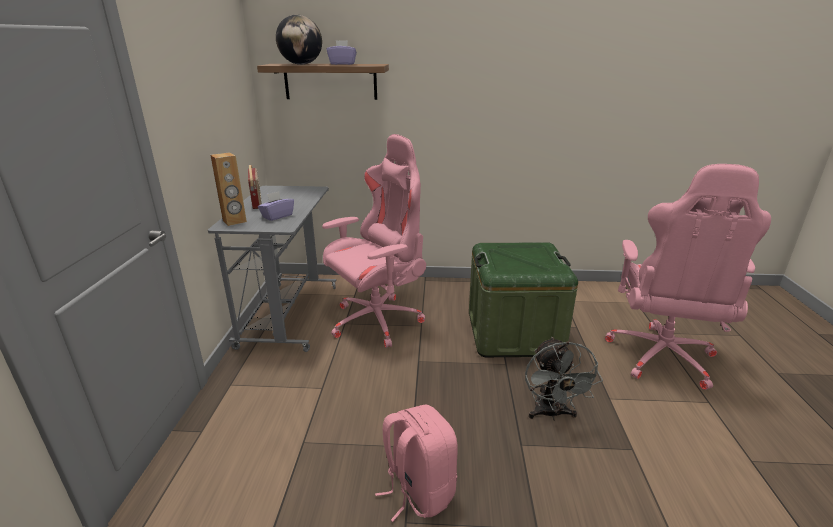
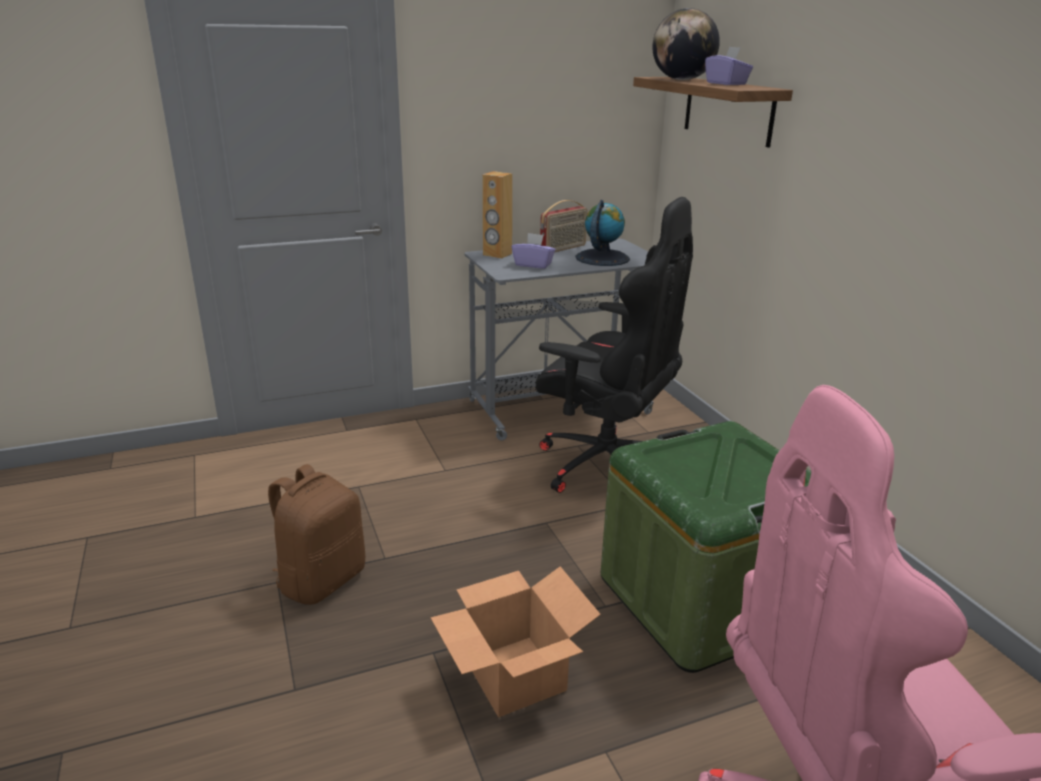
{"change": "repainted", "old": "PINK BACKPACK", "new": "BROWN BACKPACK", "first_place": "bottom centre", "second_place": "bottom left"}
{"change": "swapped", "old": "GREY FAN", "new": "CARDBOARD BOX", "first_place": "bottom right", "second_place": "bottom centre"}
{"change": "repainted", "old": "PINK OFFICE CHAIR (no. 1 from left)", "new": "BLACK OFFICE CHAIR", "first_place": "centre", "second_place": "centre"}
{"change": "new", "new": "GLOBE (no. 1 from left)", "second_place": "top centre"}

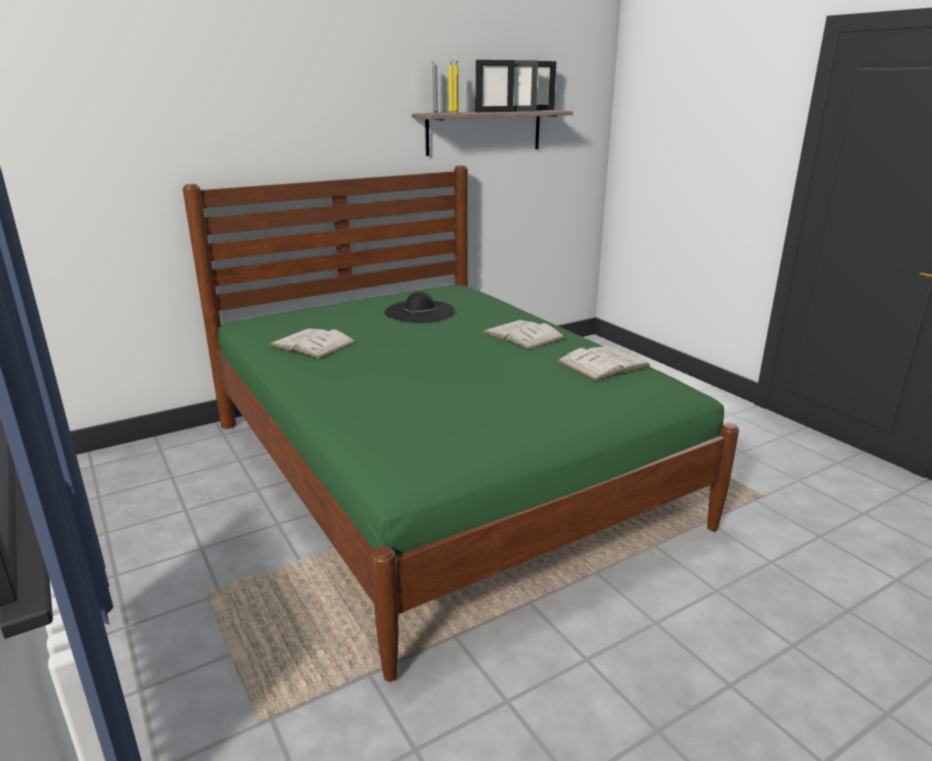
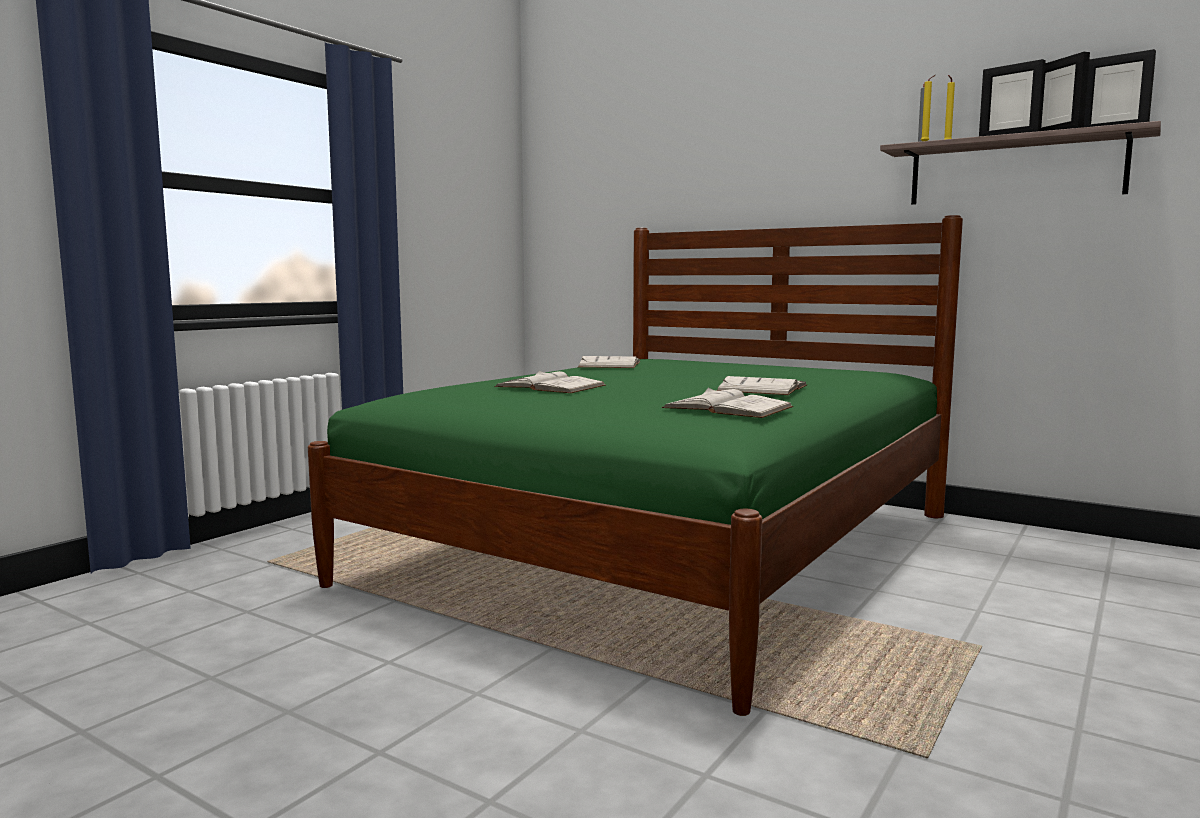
{"change": "new", "new": "WHITE BOOK (no. 1 from left)", "second_place": "centre"}
{"change": "gone", "old": "BLACK HAT", "first_place": "centre"}

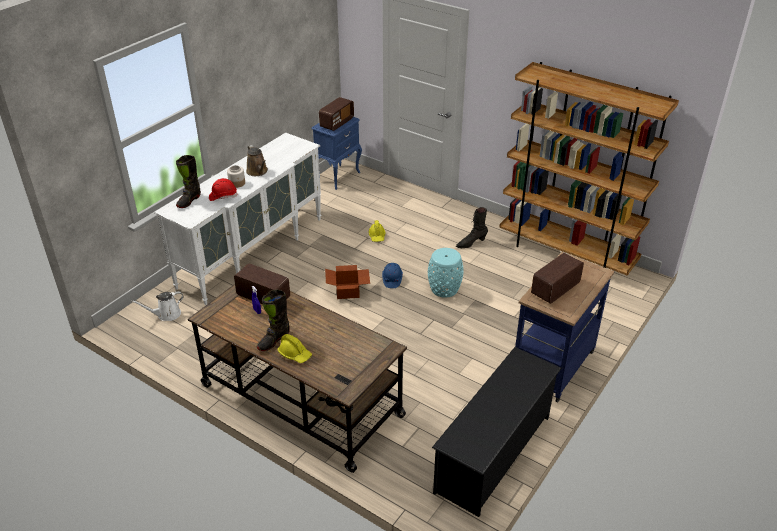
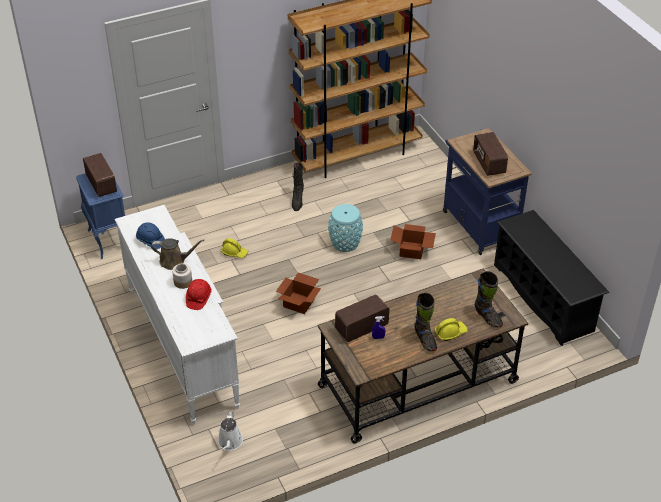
{"change": "shifted", "old": "BLUE HARD HAT", "first_place": "centre", "second_place": "middle left"}
{"change": "new", "new": "CARDBOARD BOX (no. 2 from left)", "second_place": "centre"}
{"change": "shifted", "old": "BLACK BOOT (no. 1 from left in the first image)", "new": "BLACK BOOT (no. 3 from left)", "first_place": "middle left", "second_place": "middle right"}

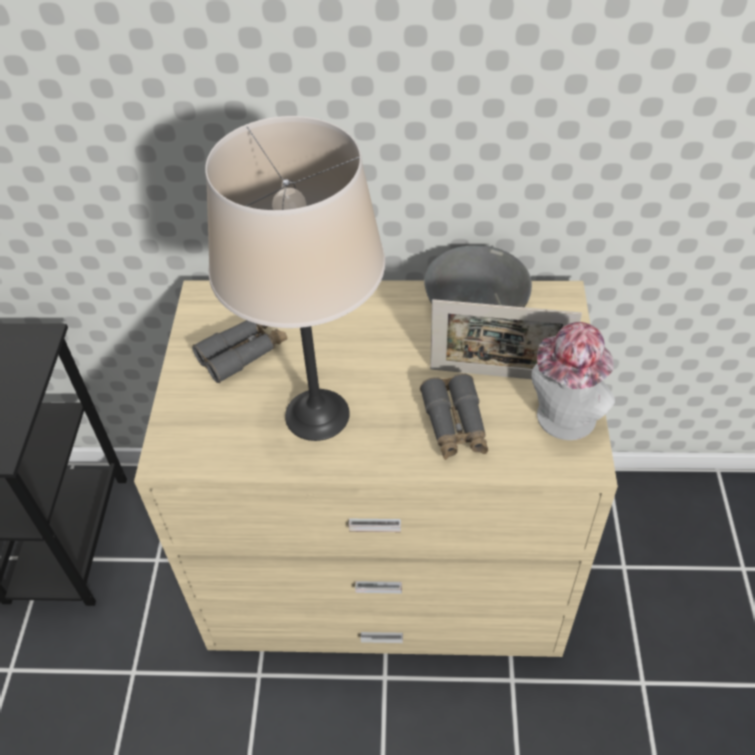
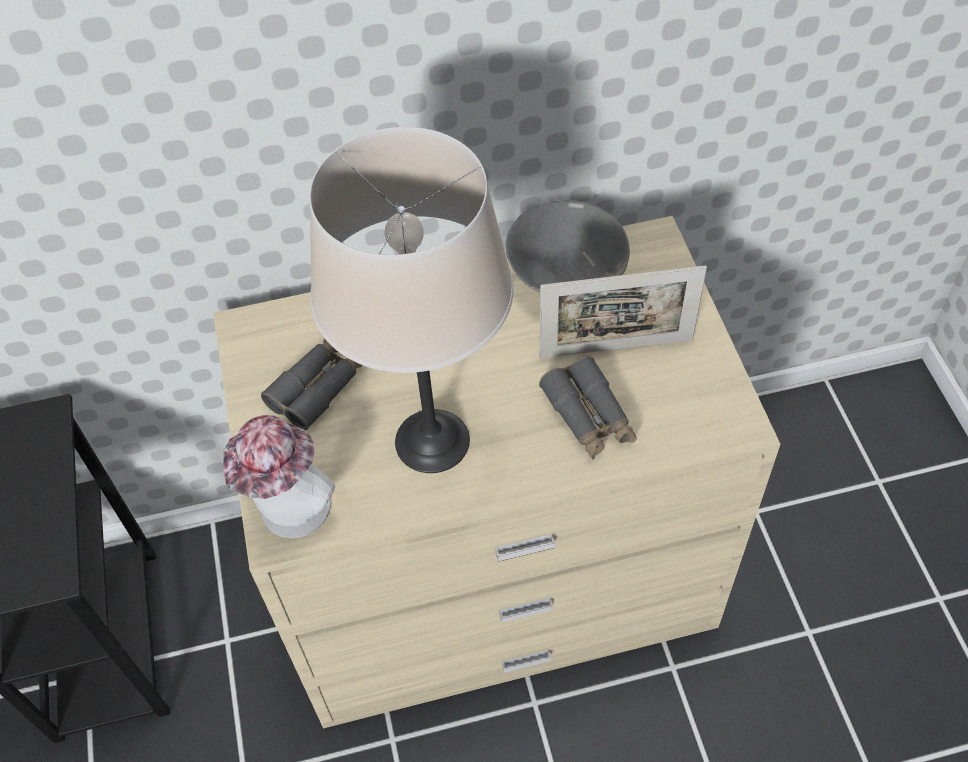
{"change": "shifted", "old": "HAT", "first_place": "middle right", "second_place": "middle left"}

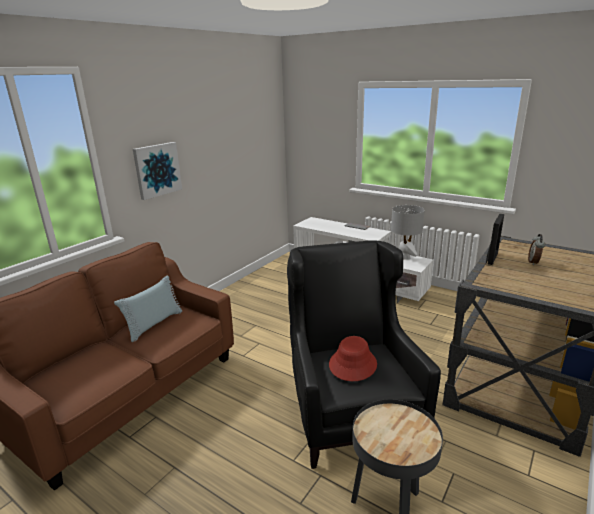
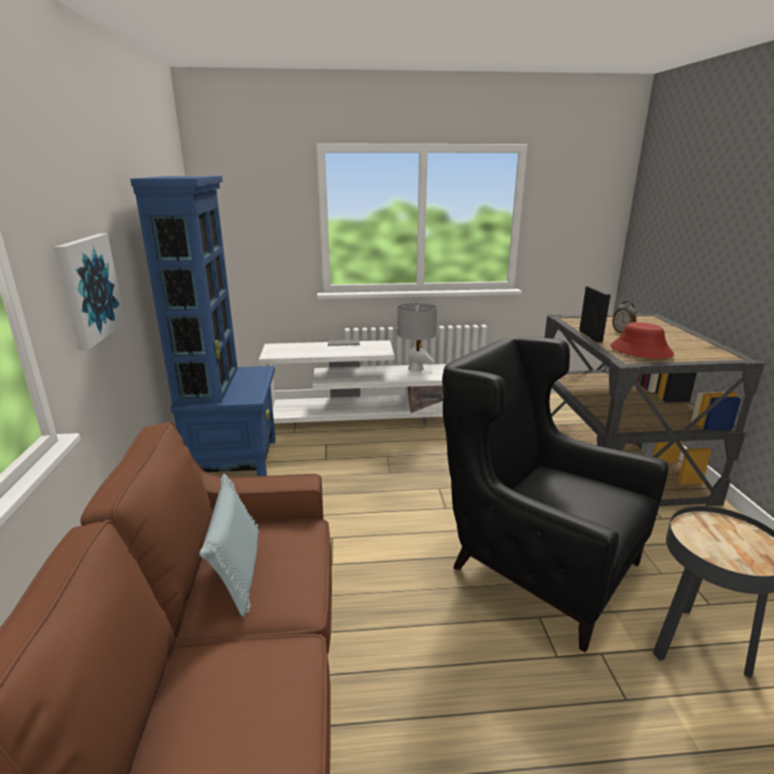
{"change": "new", "new": "BLUE CABINET", "second_place": "middle left"}
{"change": "shifted", "old": "RED HAT", "first_place": "bottom centre", "second_place": "middle right"}

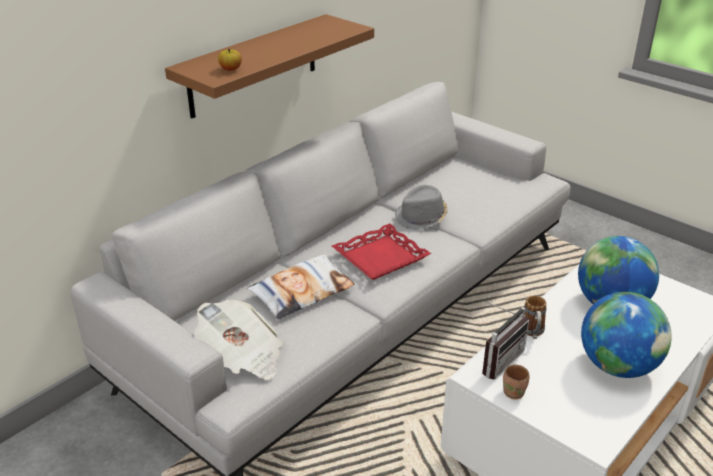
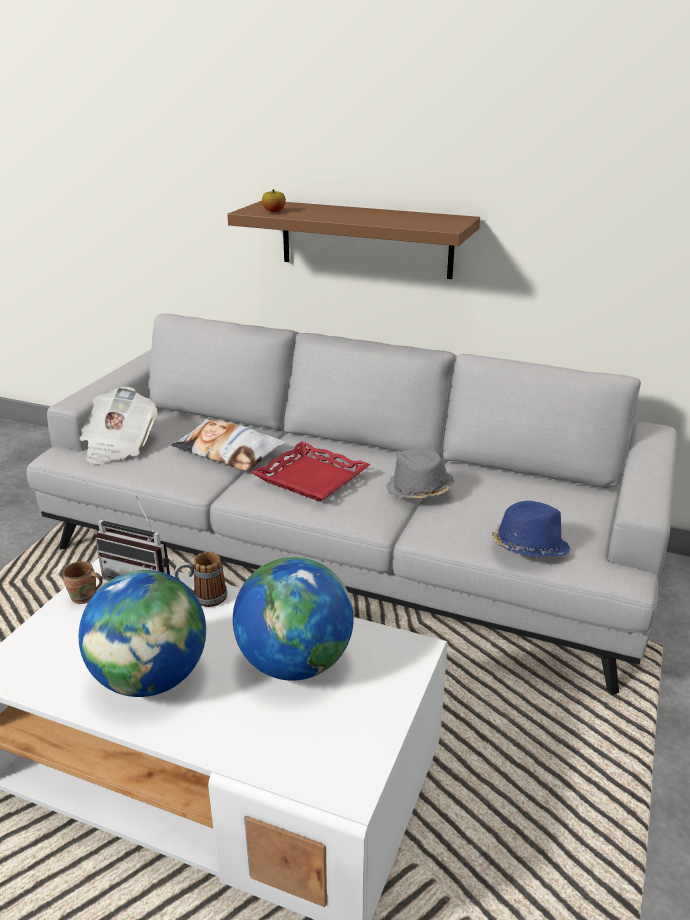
{"change": "new", "new": "BLUE HAT", "second_place": "middle right"}

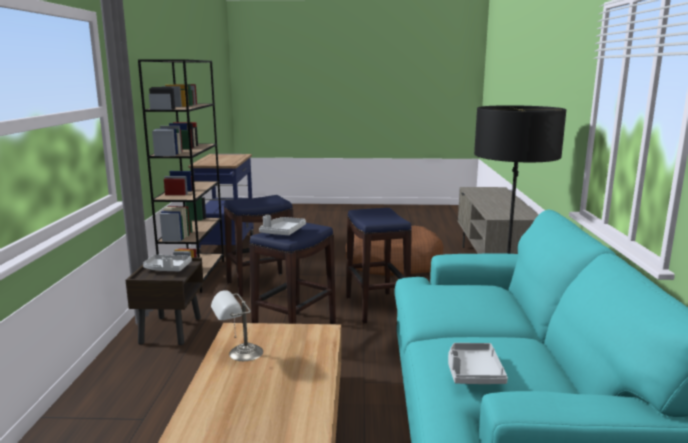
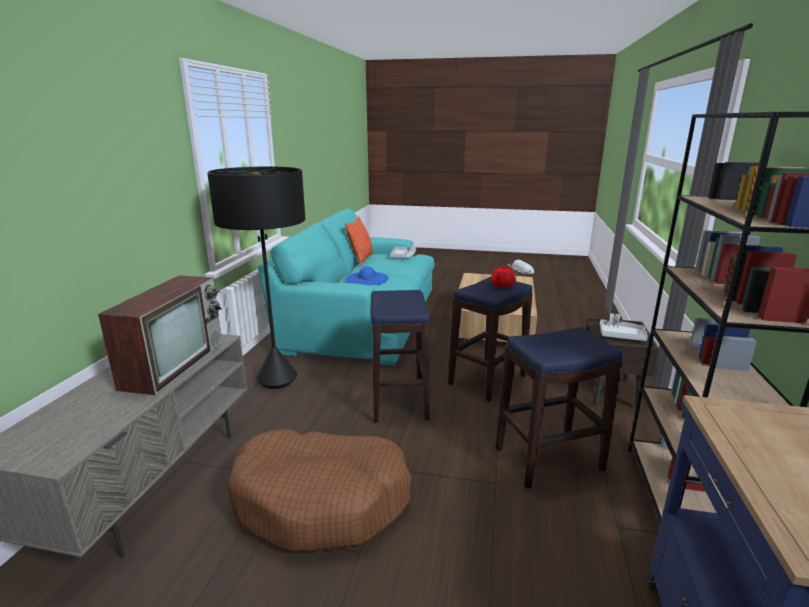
{"change": "new", "new": "TELEVISION", "second_place": "middle left"}
{"change": "new", "new": "ORANGE PILLOW", "second_place": "centre"}
{"change": "new", "new": "BLUE HAT", "second_place": "centre"}
{"change": "swapped", "old": "GREY TRAY (no. 2 from left)", "new": "RED TEAPOT", "first_place": "centre", "second_place": "centre"}

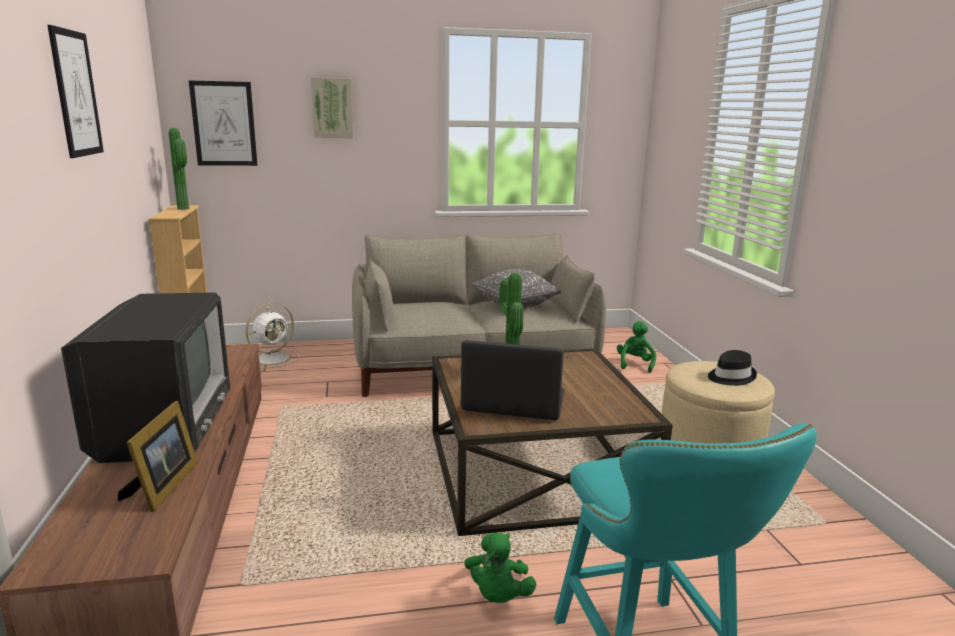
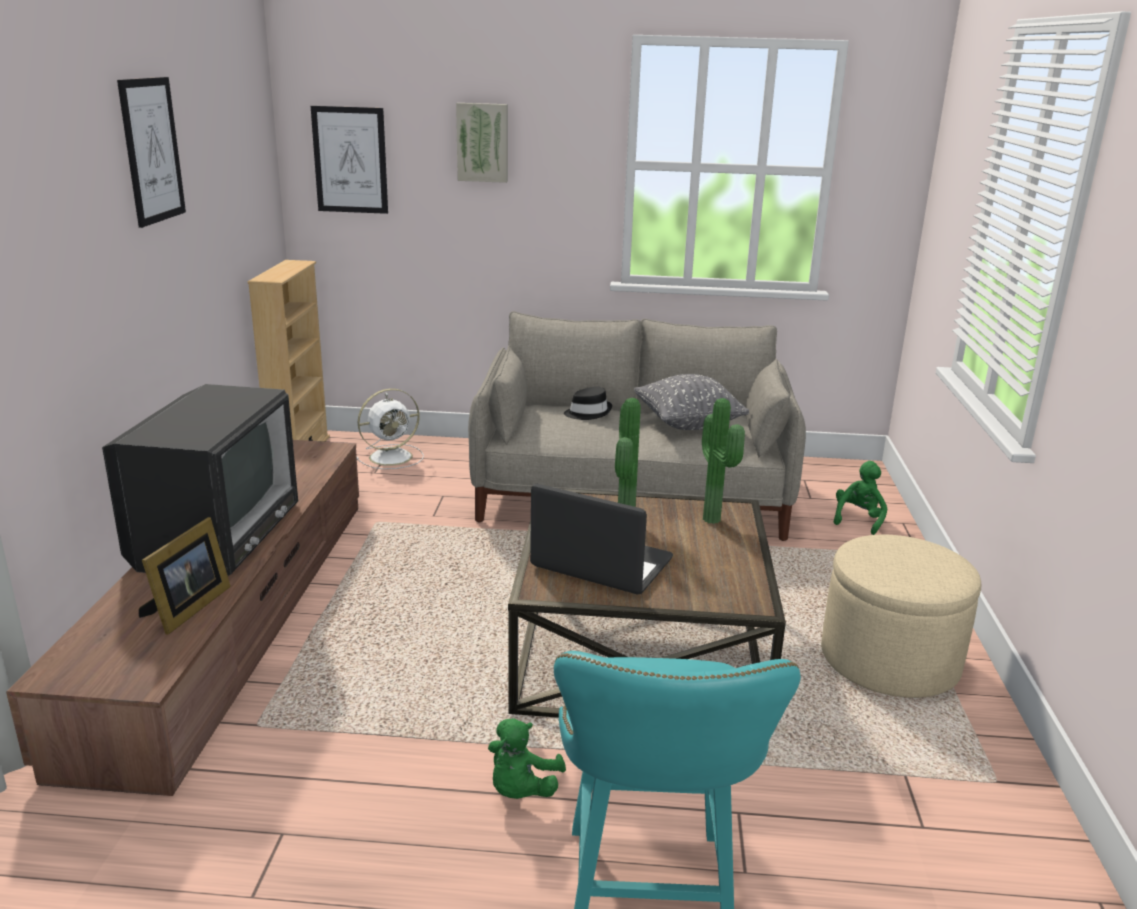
{"change": "shifted", "old": "BLACK HAT", "first_place": "middle right", "second_place": "centre"}
{"change": "shifted", "old": "POTTED PLANT (no. 1 from left in the first image)", "new": "POTTED PLANT (no. 2 from left)", "first_place": "top left", "second_place": "centre"}

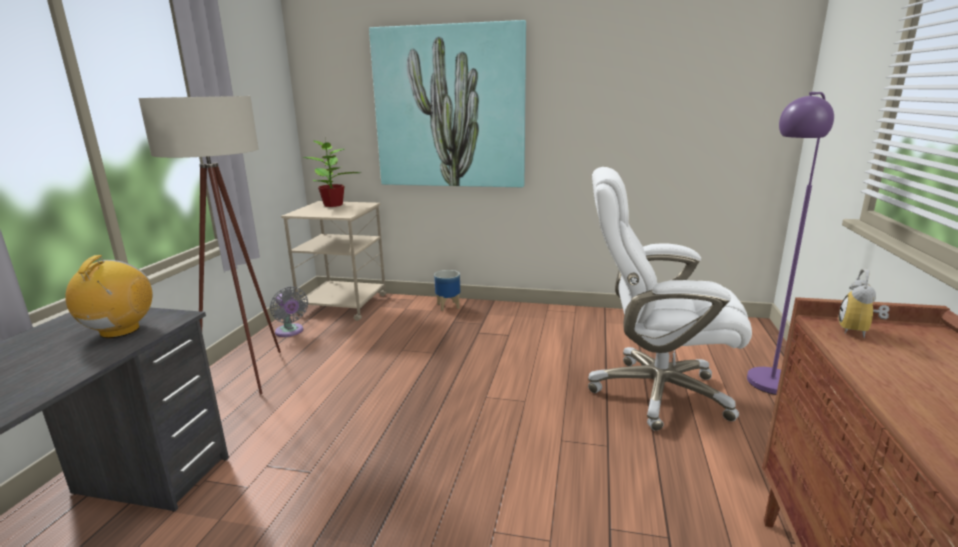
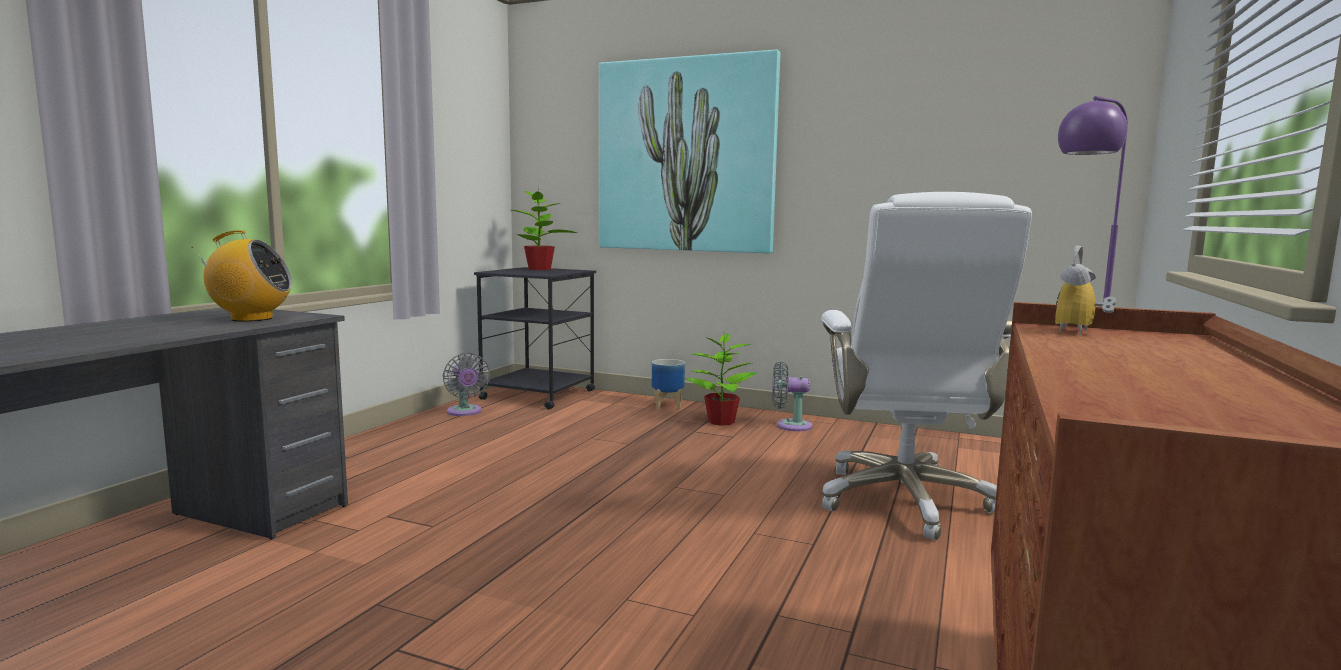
{"change": "rotated", "old": "RADIO", "first_place": "middle left", "second_place": "middle left", "degrees": 75}
{"change": "repainted", "old": "BEIGE CART", "new": "BLACK CART", "first_place": "centre", "second_place": "centre"}
{"change": "new", "new": "POTTED PLANT (no. 2 from left)", "second_place": "centre"}
{"change": "new", "new": "GREY FAN (no. 2 from left)", "second_place": "centre"}
{"change": "rotated", "old": "WHITE OFFICE CHAIR", "first_place": "middle right", "second_place": "middle right", "degrees": -105}
{"change": "gone", "old": "BEIGE FLOOR LAMP", "first_place": "middle left"}

